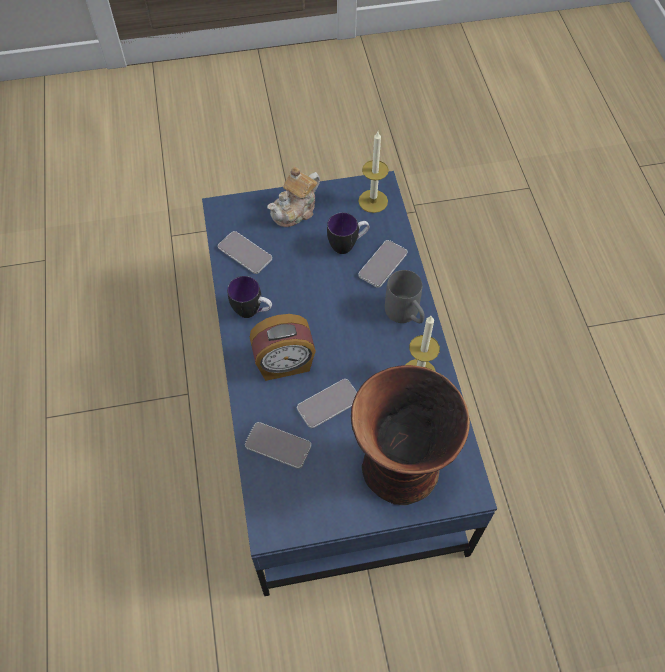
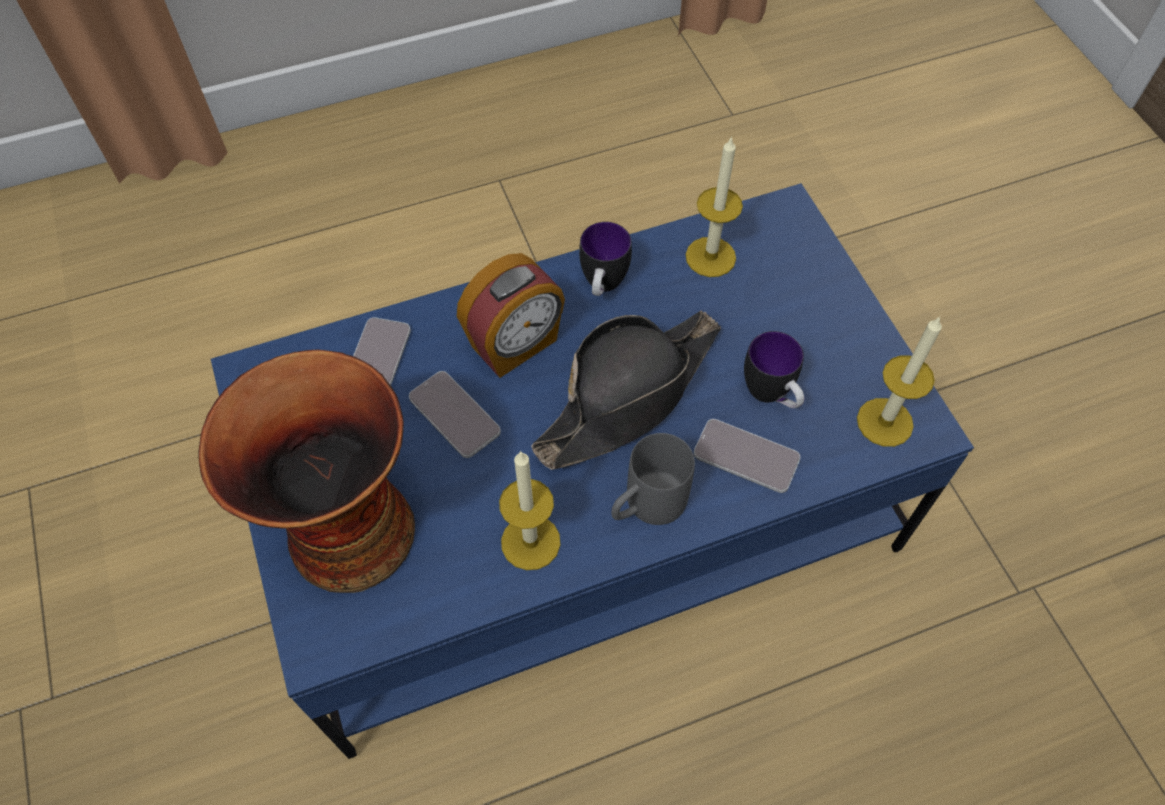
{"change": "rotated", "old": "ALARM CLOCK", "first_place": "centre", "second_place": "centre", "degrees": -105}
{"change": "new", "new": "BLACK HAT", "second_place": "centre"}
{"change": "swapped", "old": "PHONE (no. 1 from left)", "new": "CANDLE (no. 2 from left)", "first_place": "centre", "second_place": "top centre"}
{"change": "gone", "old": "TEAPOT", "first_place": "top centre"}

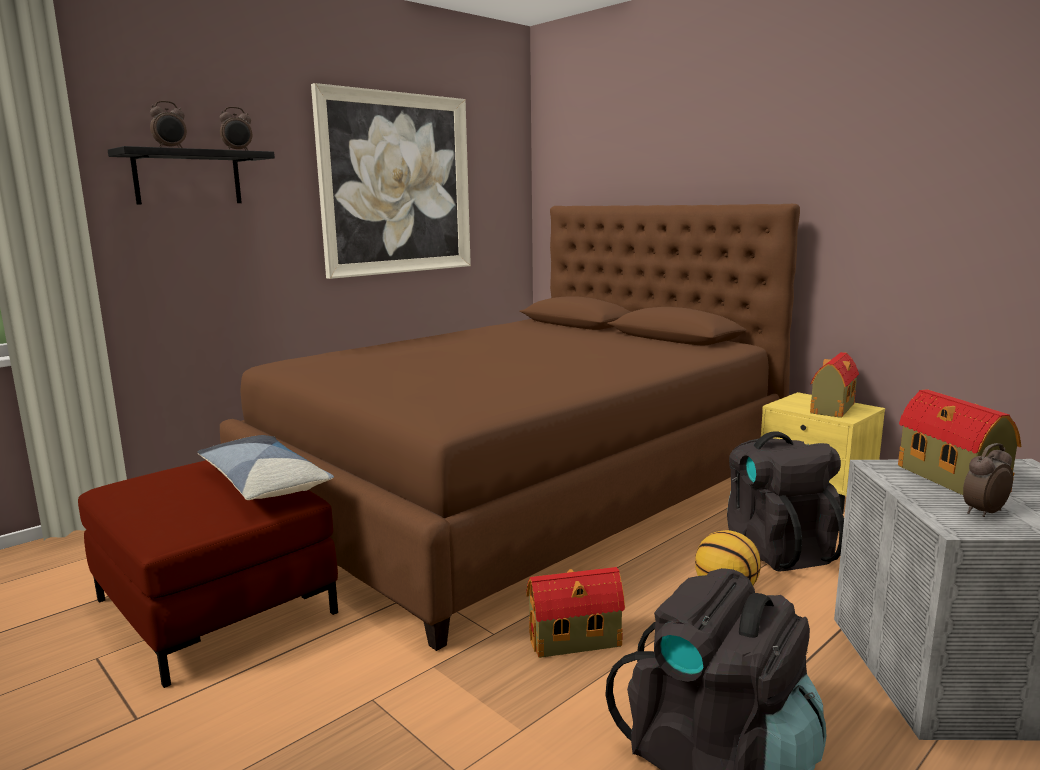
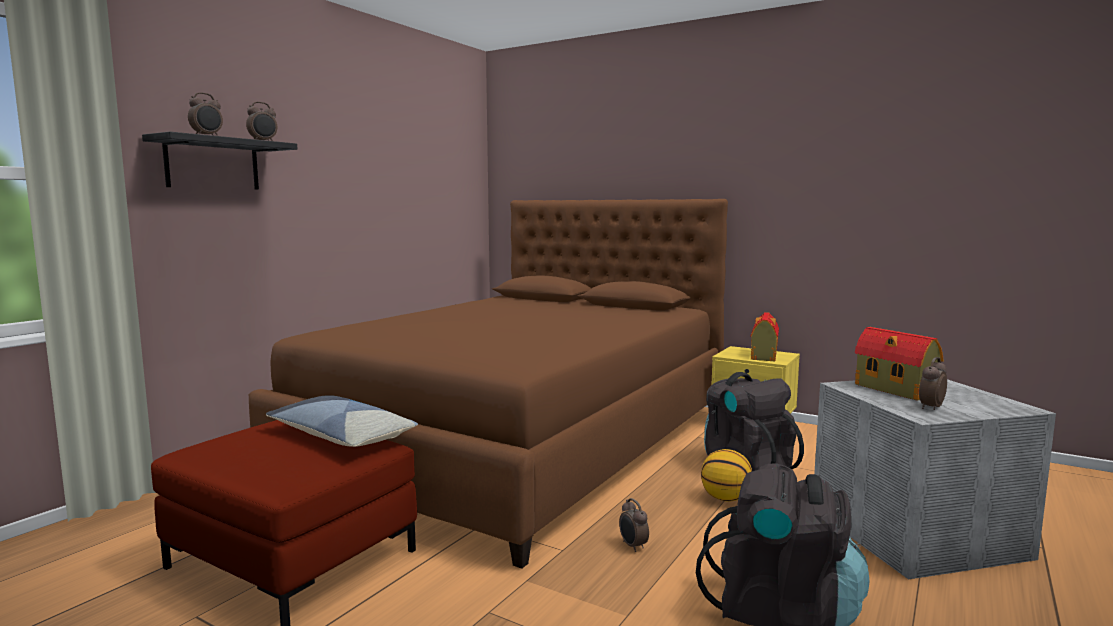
{"change": "swapped", "old": "TOY HOUSE (no. 1 from left)", "new": "ALARM CLOCK (no. 3 from left)", "first_place": "bottom centre", "second_place": "bottom centre"}
{"change": "gone", "old": "PICTURE", "first_place": "top centre"}

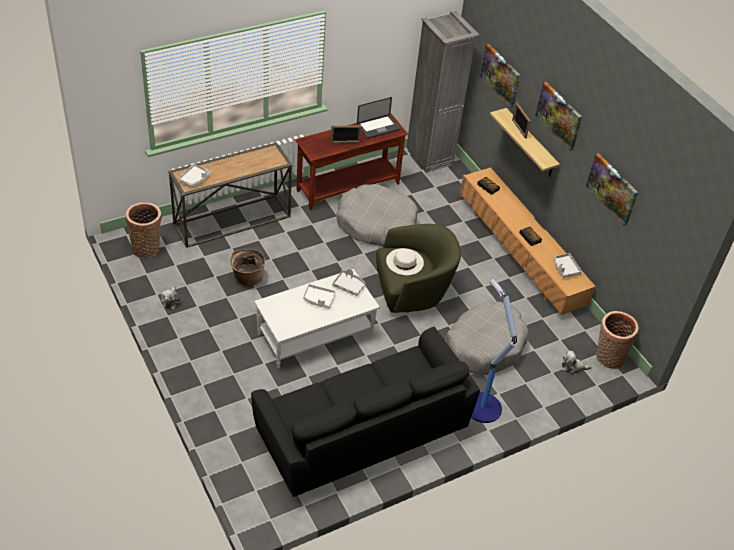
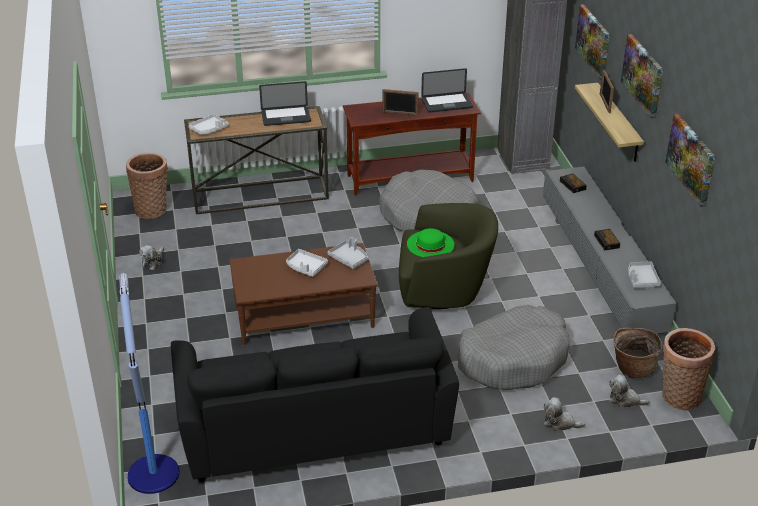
{"change": "shifted", "old": "FLOOR LAMP", "first_place": "middle right", "second_place": "bottom left"}
{"change": "repainted", "old": "WHITE COFFEE TABLE", "new": "BROWN COFFEE TABLE", "first_place": "centre", "second_place": "centre"}
{"change": "new", "new": "LAPTOP (no. 1 from left)", "second_place": "top centre"}
{"change": "repainted", "old": "WHITE HAT", "new": "GREEN HAT", "first_place": "centre", "second_place": "centre"}
{"change": "repainted", "old": "BROWN TV STAND", "new": "GREY TV STAND", "first_place": "middle right", "second_place": "middle right"}
{"change": "new", "new": "PLUSH TOY (no. 2 from left)", "second_place": "bottom right"}
{"change": "shifted", "old": "BASKET (no. 2 from left)", "first_place": "centre", "second_place": "bottom right"}

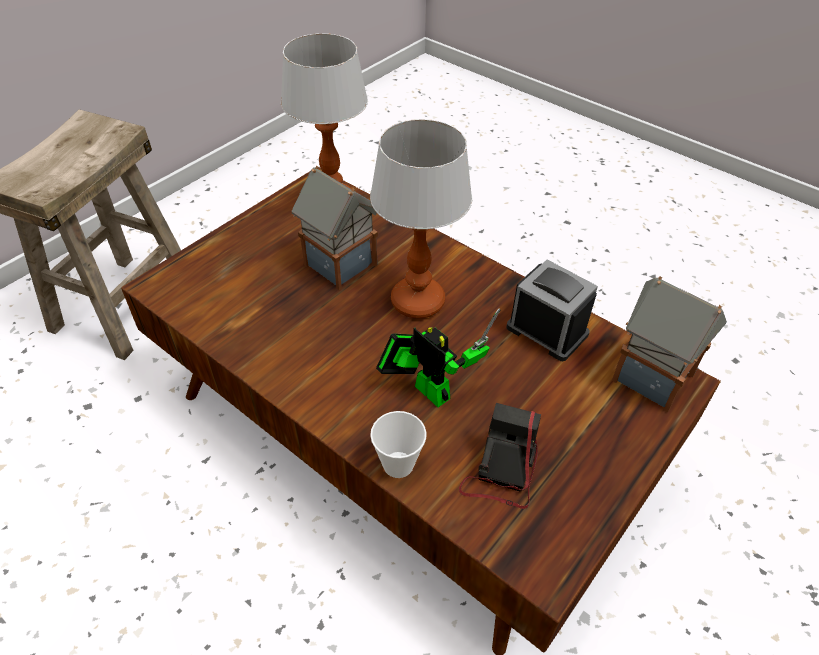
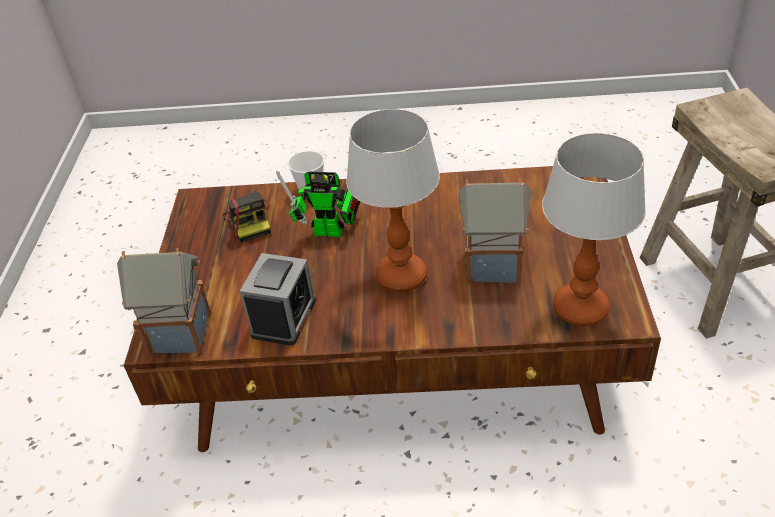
{"change": "rotated", "old": "ALARM CLOCK", "first_place": "middle right", "second_place": "centre", "degrees": -75}

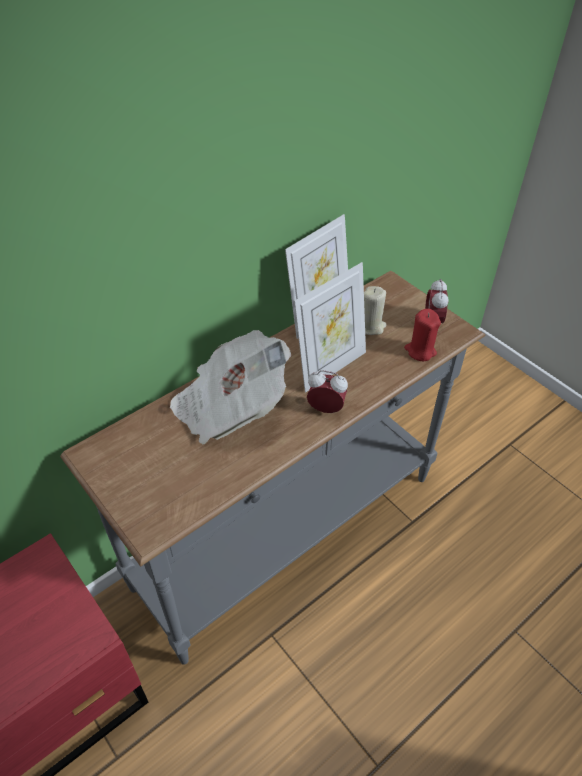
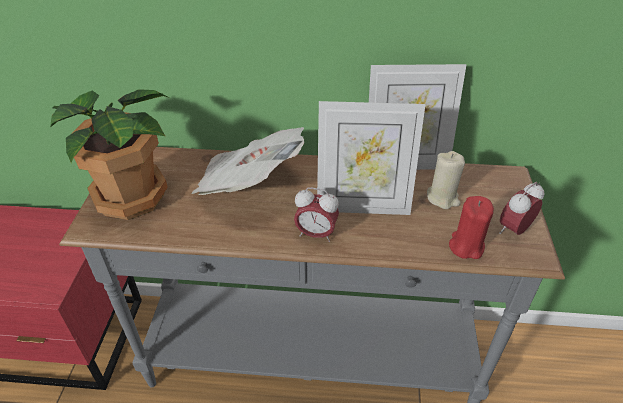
{"change": "new", "new": "POTTED PLANT", "second_place": "middle left"}
{"change": "rotated", "old": "ALARM CLOCK (no. 1 from left)", "first_place": "centre", "second_place": "centre", "degrees": 135}

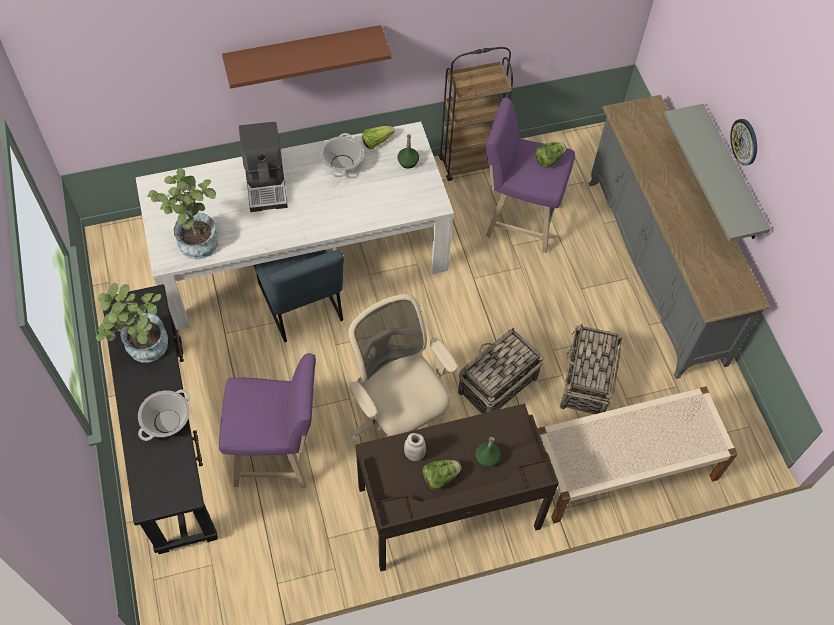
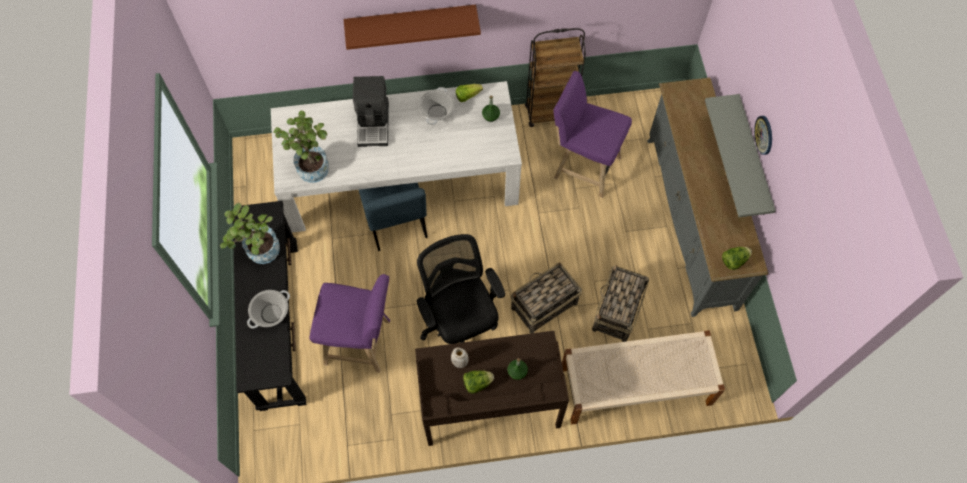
{"change": "repainted", "old": "BEIGE OFFICE CHAIR", "new": "BLACK OFFICE CHAIR", "first_place": "centre", "second_place": "centre"}
{"change": "shifted", "old": "LETTUCE (no. 3 from left)", "first_place": "top centre", "second_place": "middle right"}

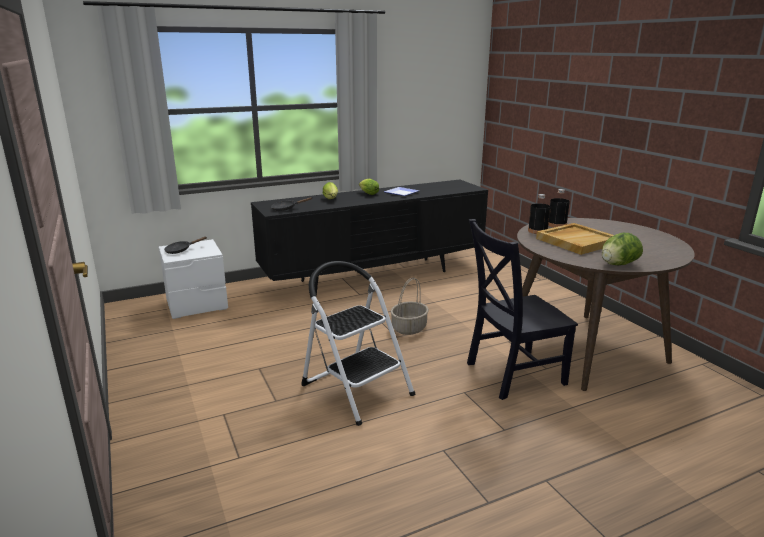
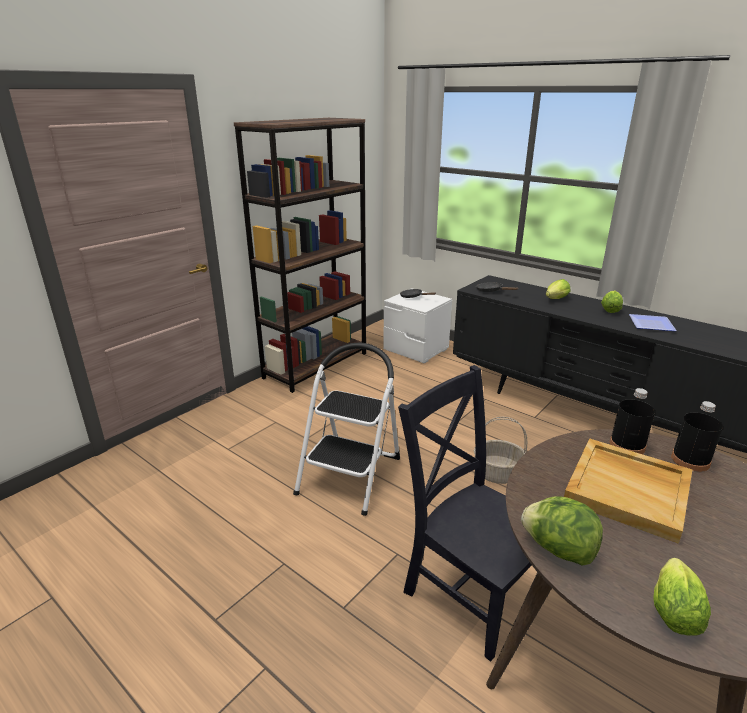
{"change": "new", "new": "BROWN BOOKCASE", "second_place": "centre"}
{"change": "new", "new": "LETTUCE (no. 4 from left)", "second_place": "bottom right"}

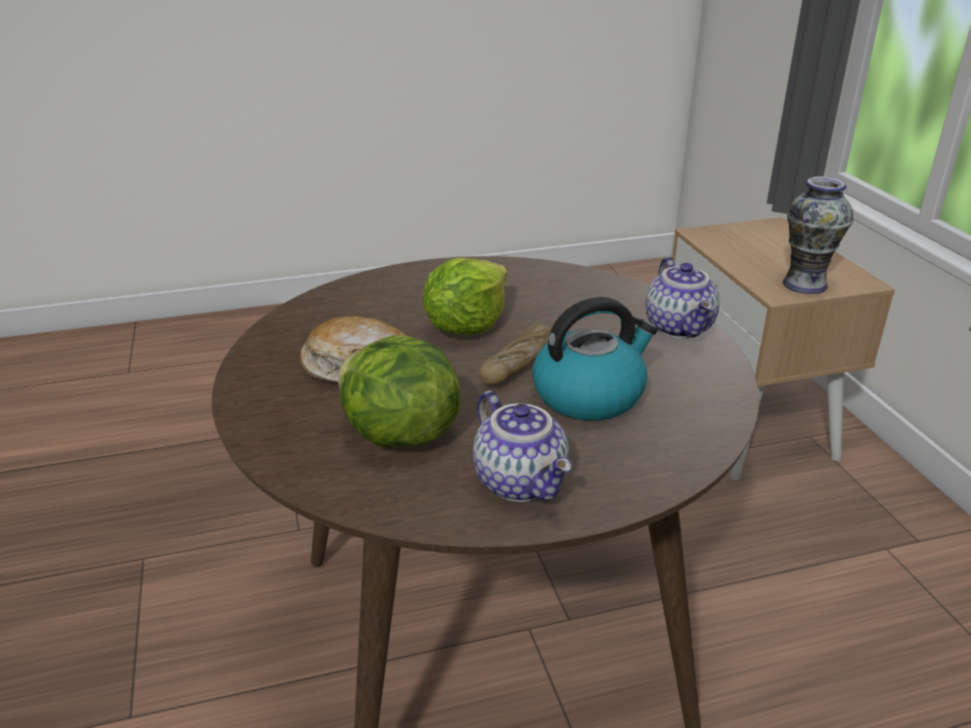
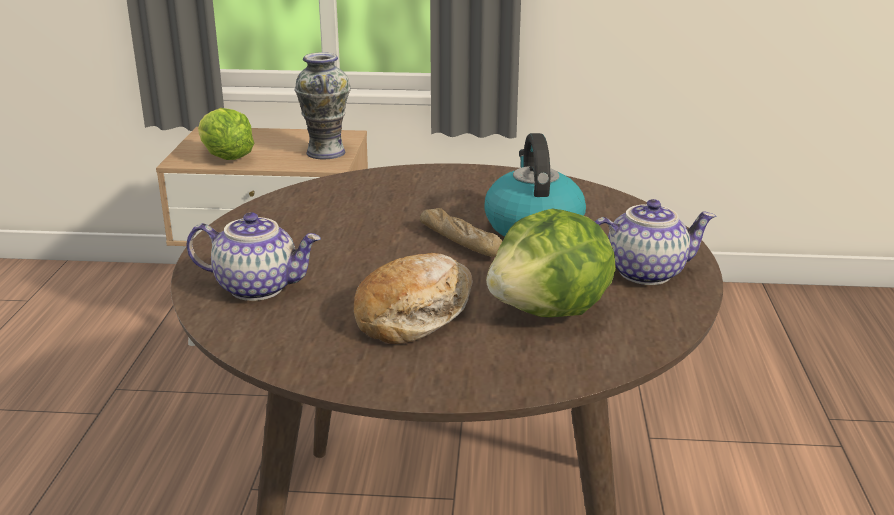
{"change": "shifted", "old": "TEAPOT (no. 2 from left in the first image)", "new": "TEAPOT (no. 1 from left)", "first_place": "middle right", "second_place": "middle left"}
{"change": "shifted", "old": "LETTUCE (no. 2 from left in the first image)", "new": "LETTUCE (no. 1 from left)", "first_place": "centre", "second_place": "top left"}

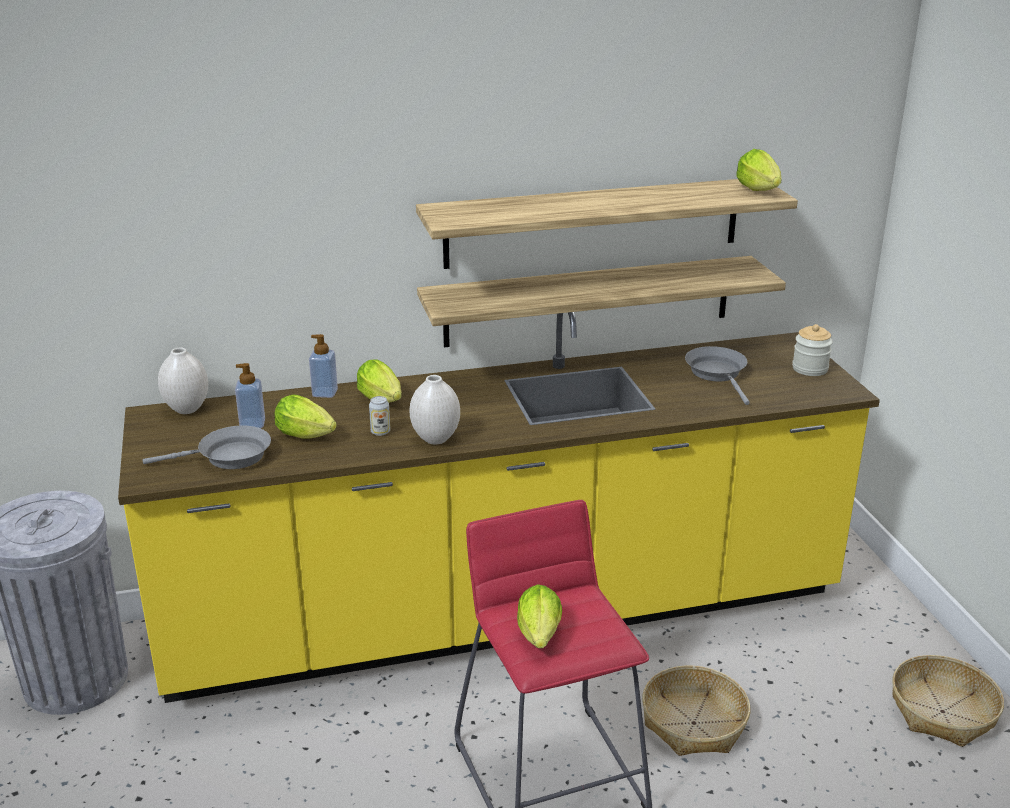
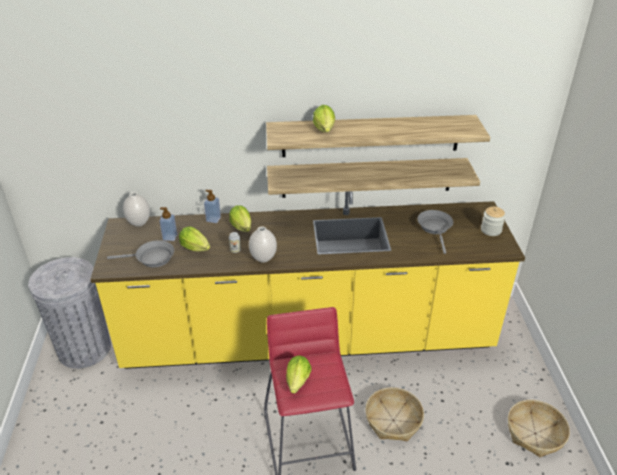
{"change": "shifted", "old": "LETTUCE (no. 4 from left)", "first_place": "top right", "second_place": "top centre"}

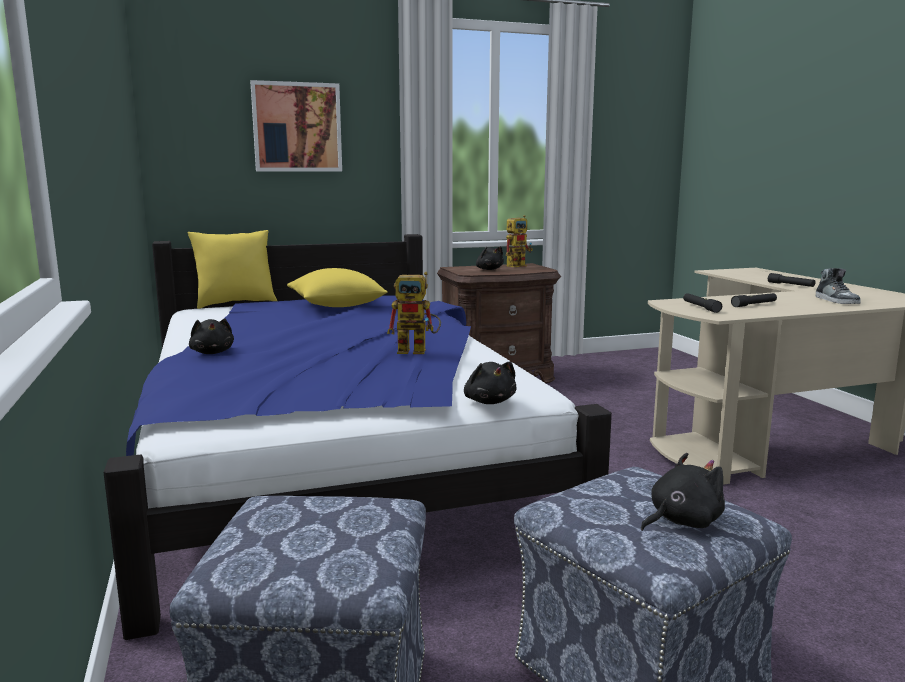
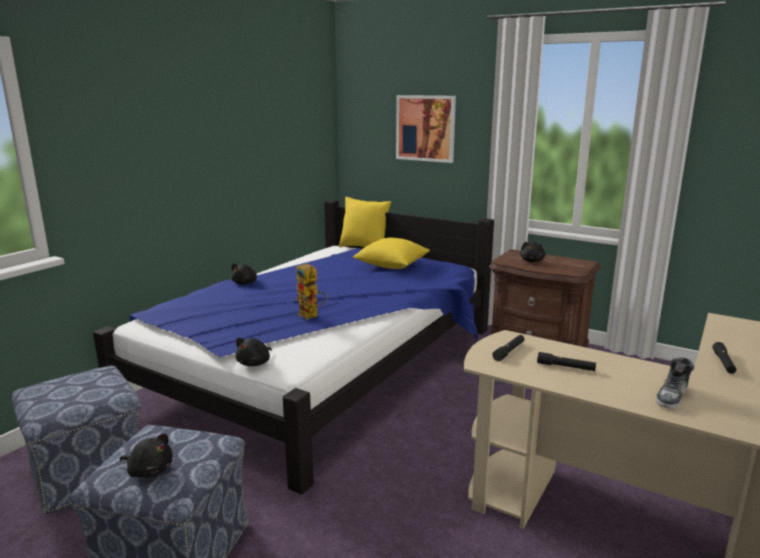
{"change": "gone", "old": "TOY ROBOT (no. 2 from left)", "first_place": "centre"}

